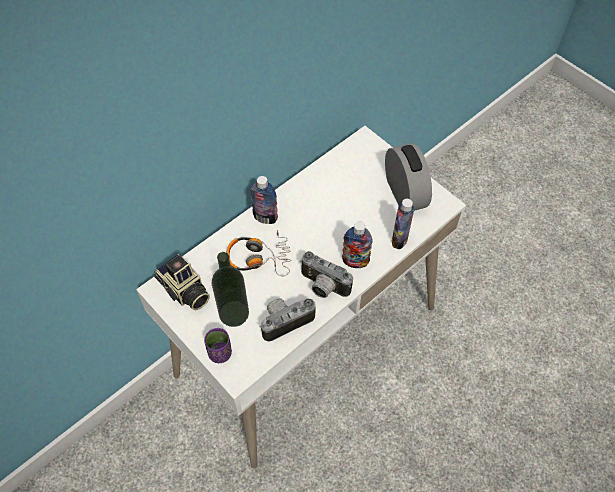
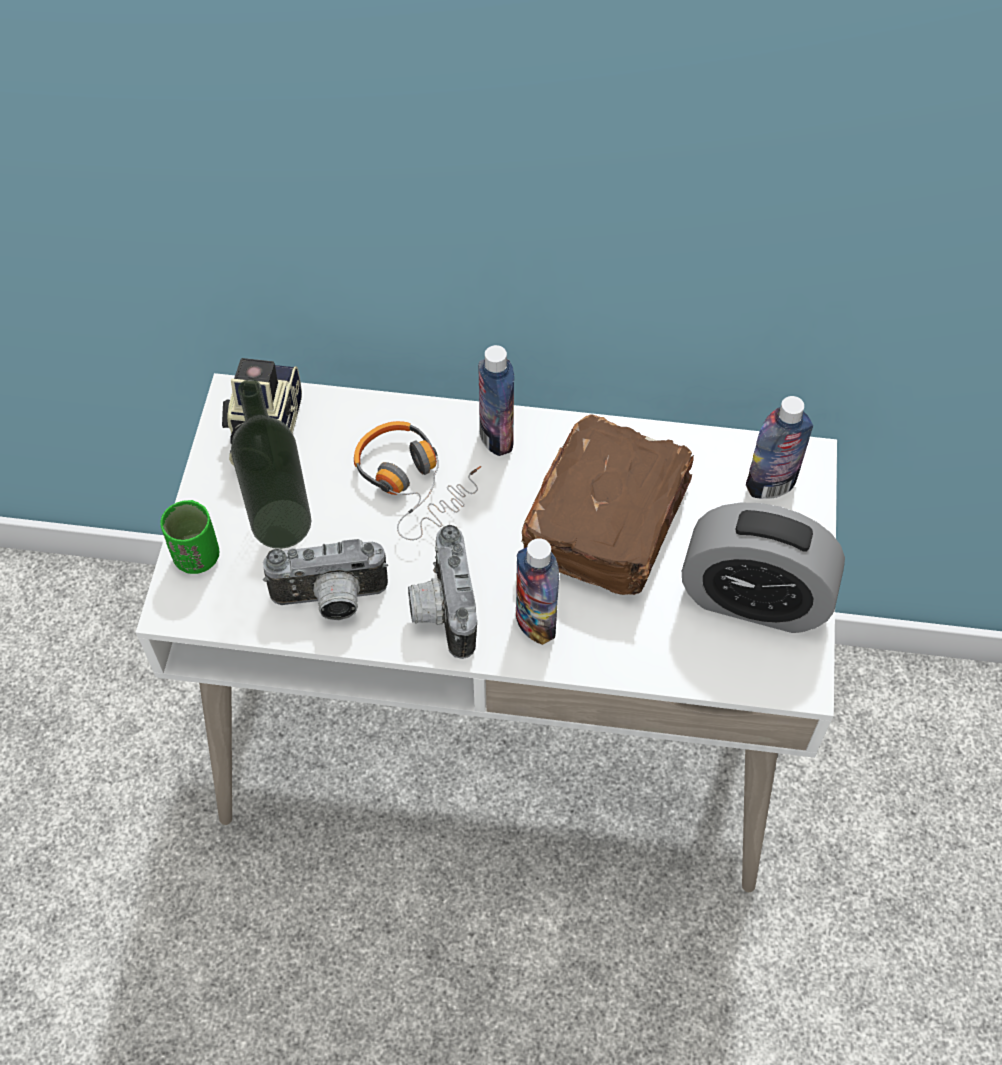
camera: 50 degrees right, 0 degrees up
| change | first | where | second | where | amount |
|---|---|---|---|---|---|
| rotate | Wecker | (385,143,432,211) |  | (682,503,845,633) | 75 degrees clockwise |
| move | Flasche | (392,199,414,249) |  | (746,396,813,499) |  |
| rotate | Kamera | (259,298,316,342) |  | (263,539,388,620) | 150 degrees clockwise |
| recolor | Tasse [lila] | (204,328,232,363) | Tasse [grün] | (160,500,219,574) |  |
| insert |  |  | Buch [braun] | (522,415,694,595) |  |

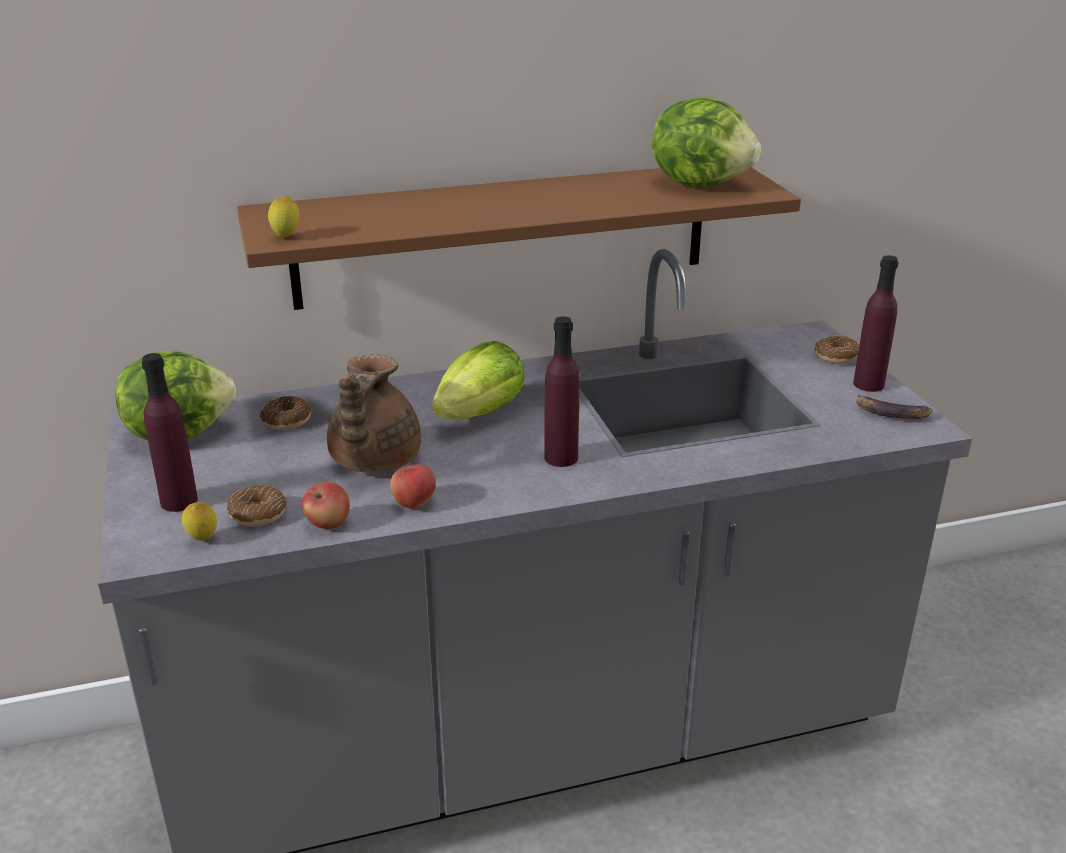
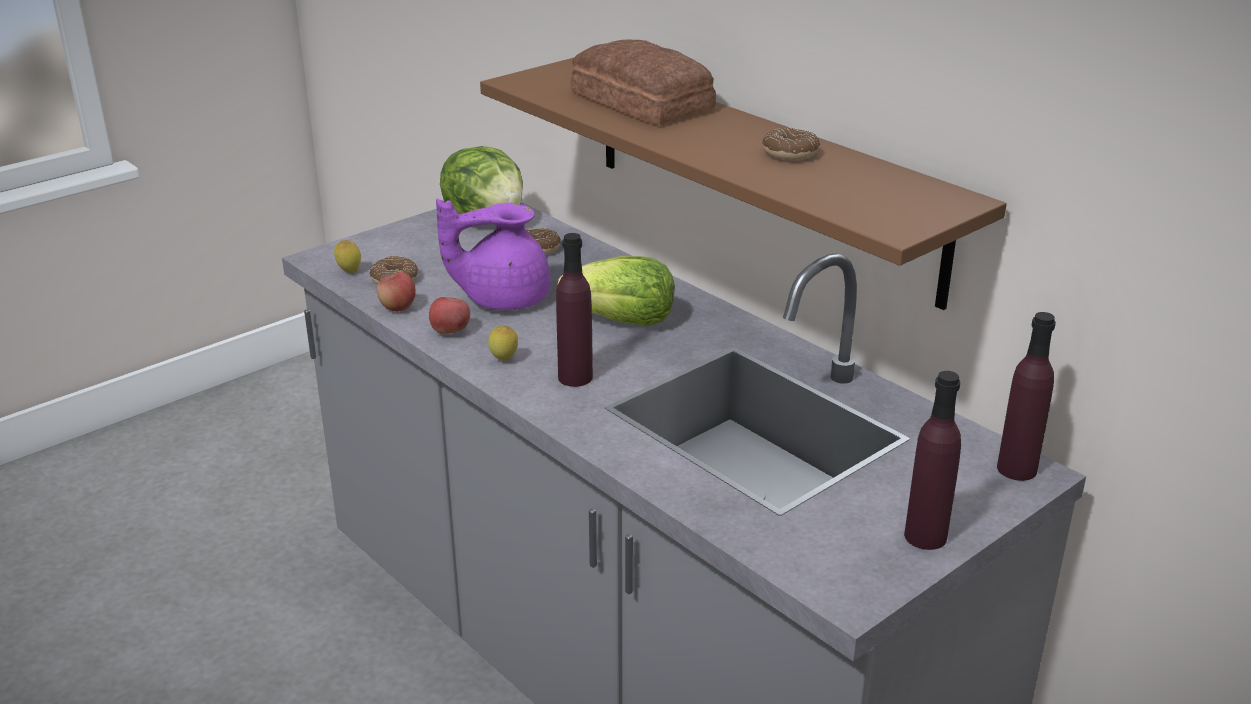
camera: 65 degrees right, 0 degrees up
| change | first | where | second | where | amount |
|---|---|---|---|---|---|
| delete | Salatkopf | (652,97,761,187) |  |  |  |
| move | Zitrone | (268,195,300,237) |  | (488,325,518,361) |  |
| move | Donut | (814,336,859,364) |  | (762,128,820,160) |  |
| move | Flasche [lila] | (142,353,198,512) |  | (997,312,1056,481) |  |
| recolor | Teekanne [braun] | (327,354,421,473) | Teekanne [lila] | (436,199,551,310) |  |
| delete | Banane | (856,394,932,419) |  |  |  |
| insert |  |  | Brot | (570,39,716,125) |  |

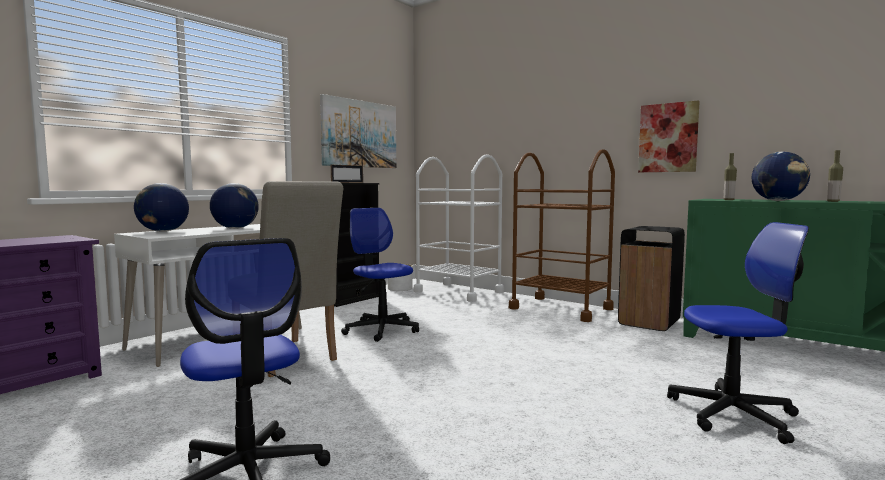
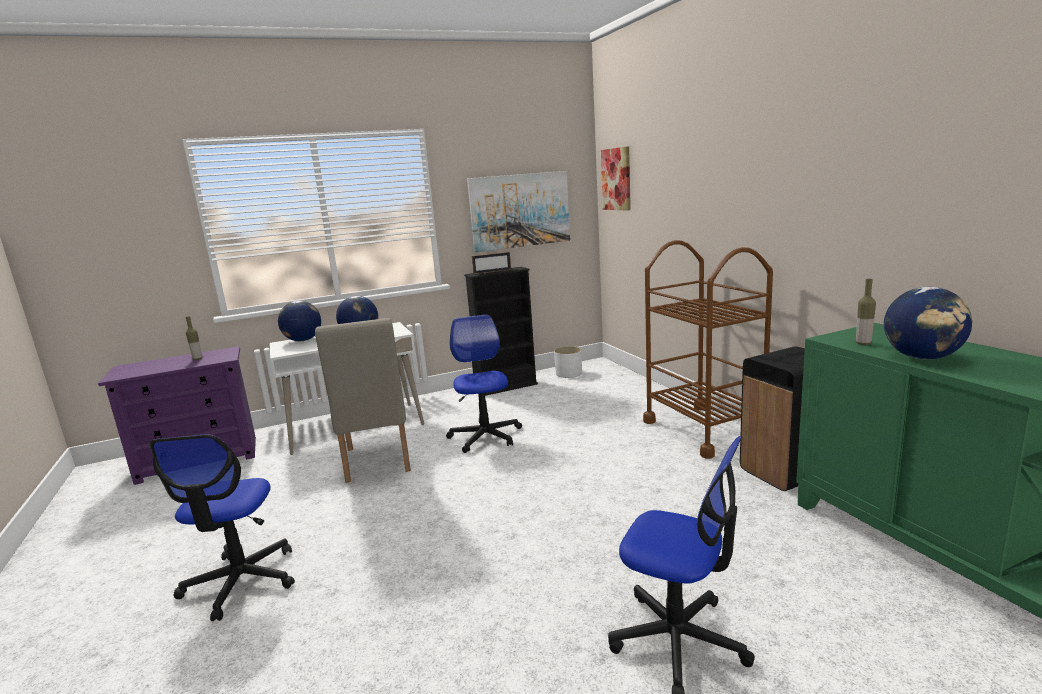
camera: 30 degrees right, 10 degrees up
| change | first | where | second | where | amount |
|---|---|---|---|---|---|
| move | Bild | (638,100,700,172) |  | (601,146,631,211) |  |
| move | Flasche | (827,150,843,202) |  | (186,316,203,360) |  |
| delete | Rollwagen [weiß] | (414,154,504,302) |  |  |  |

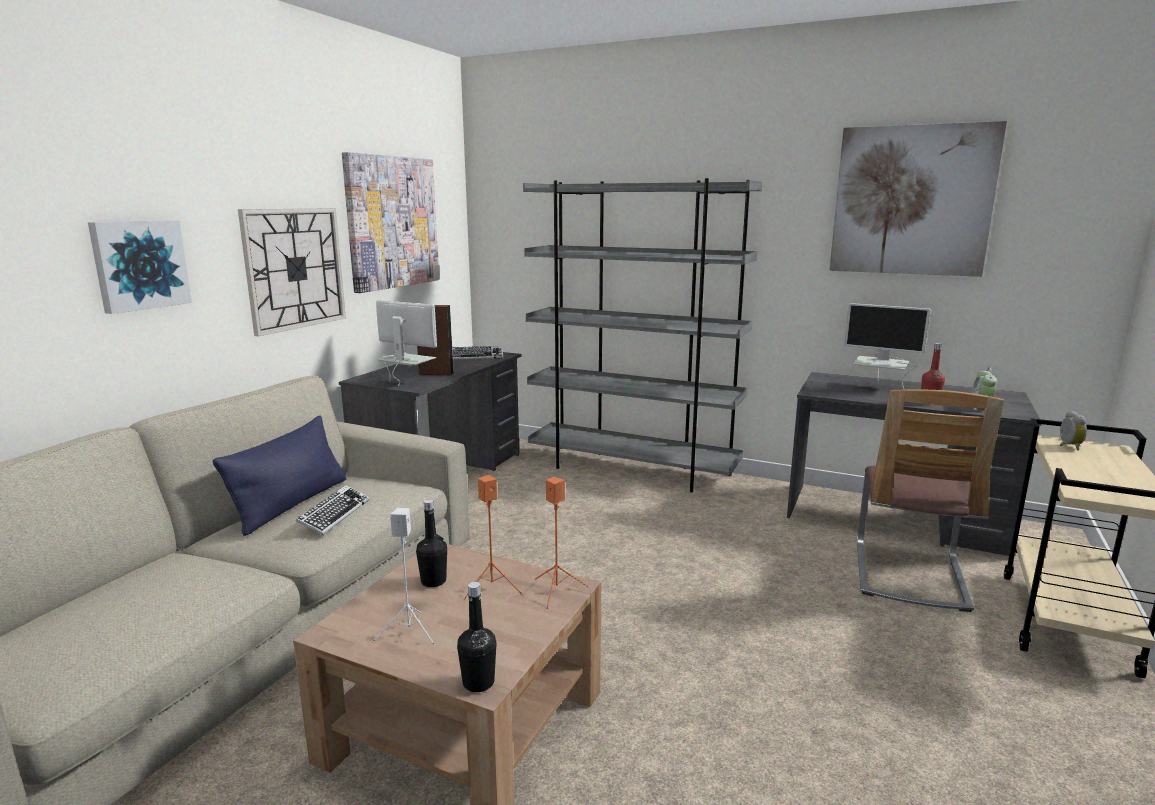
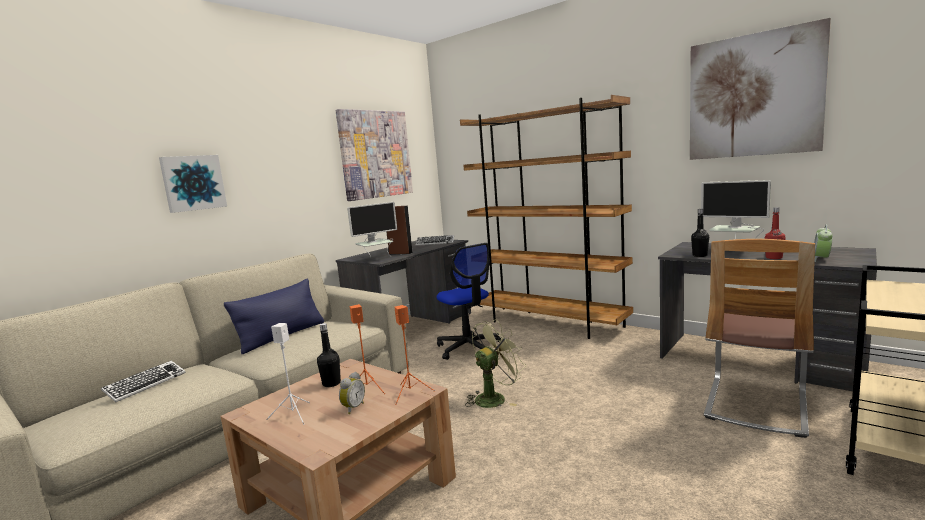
camera: 15 degrees right, 5 degrees down
| change | first | where | second | where | amount |
|---|---|---|---|---|---|
| recolor | Bücherregal [grau] | (523,178,762,492) | Bücherregal [braun] | (460,95,633,339) |  |
| delete | Wanduhr | (238,208,346,336) |  |  |  |
| rotate | Monitor | (376,300,437,386) |  | (347,202,397,257) | 105 degrees clockwise |
| move | Wecker | (1059,411,1087,451) |  | (339,372,365,414) |  |
| move | Tastatur | (296,485,370,535) |  | (101,361,186,402) |  |
| move | Flasche [schwarz] | (457,582,497,692) |  | (691,209,709,257) |  |
| insert |  |  | Bürostuhl | (437,243,502,360) |  |
| insert |  |  | Ventilator [grün] | (465,319,526,408) |  |

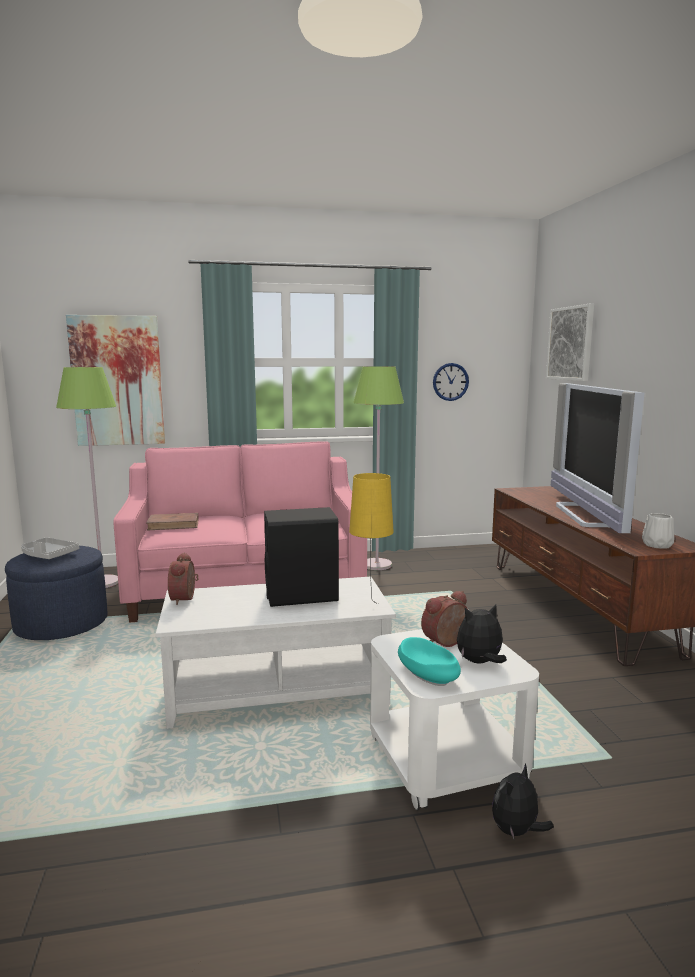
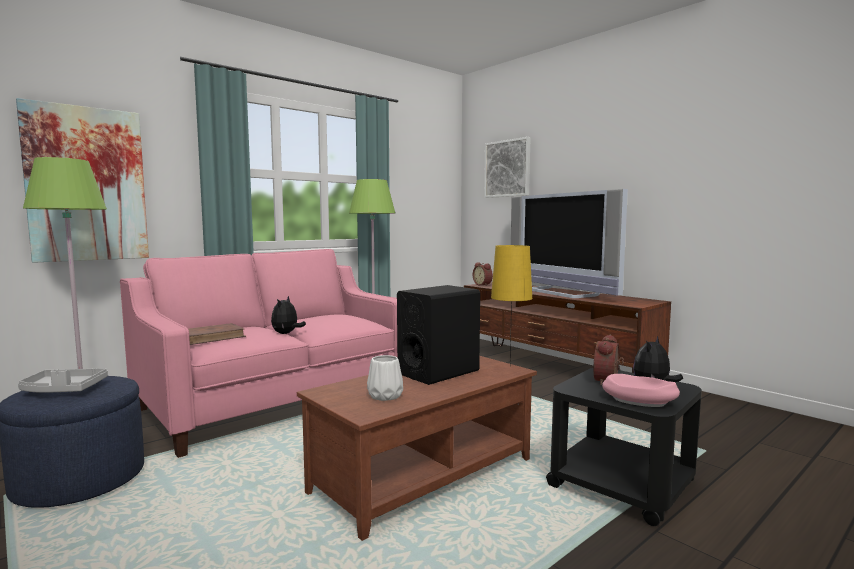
camera: 30 degrees left, 5 degrees down
| change | first | where | second | where | amount |
|---|---|---|---|---|---|
| delete | Wanduhr | (433,363,469,401) |  |  |  |
| move | Vase [weiß] | (642,513,674,549) |  | (367,355,403,401) |  |
| move | Wecker | (168,552,199,605) |  | (473,262,493,286) |  |
| recolor | Couchtisch [weiß] | (156,577,396,729) | Couchtisch [braun] | (297,356,537,541) |  |
| recolor | Beistelltisch [weiß] | (370,629,539,810) | Beistelltisch [schwarz] | (546,368,702,526) |  |
| recolor | Schüssel [türkis] | (398,637,461,686) | Schüssel [rosa] | (602,374,680,407) |  |
| move | Plüschtier | (492,763,554,841) |  | (271,296,306,334) |  |

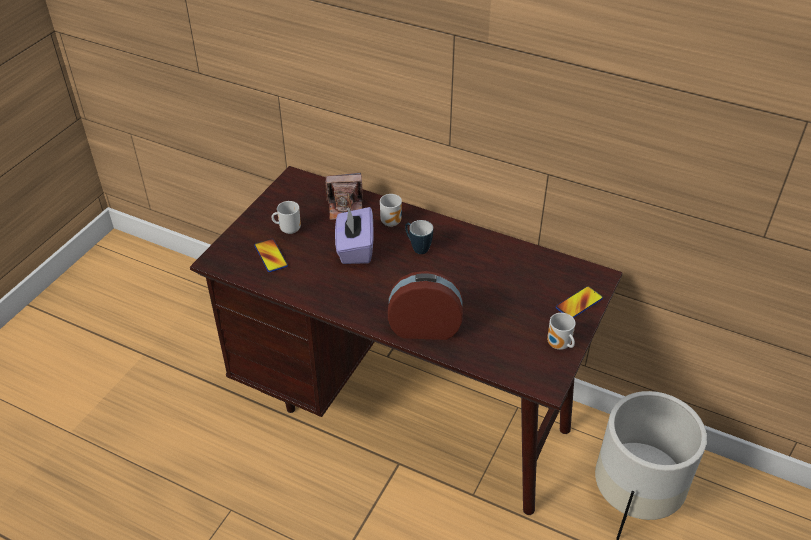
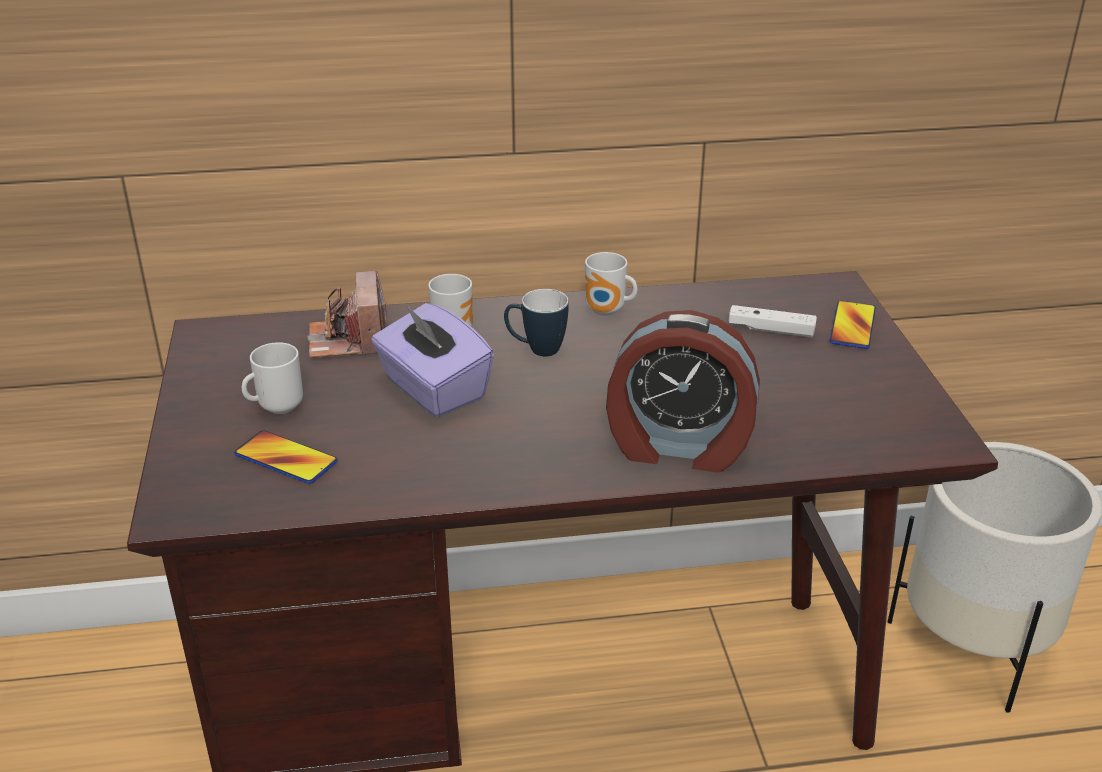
camera: 35 degrees left, 10 degrees down
| change | first | where | second | where | amount |
|---|---|---|---|---|---|
| rotate | Kamera | (325,173,363,220) |  | (307,270,388,358) | 120 degrees clockwise |
| rotate | Wecker | (388,271,463,340) |  | (606,310,760,473) | 135 degrees counterclockwise |
| move | Henkelbecher | (547,313,576,350) |  | (585,252,637,316) |  |
| insert |  |  | Gamepad [weiß] | (729,305,817,337) |  |

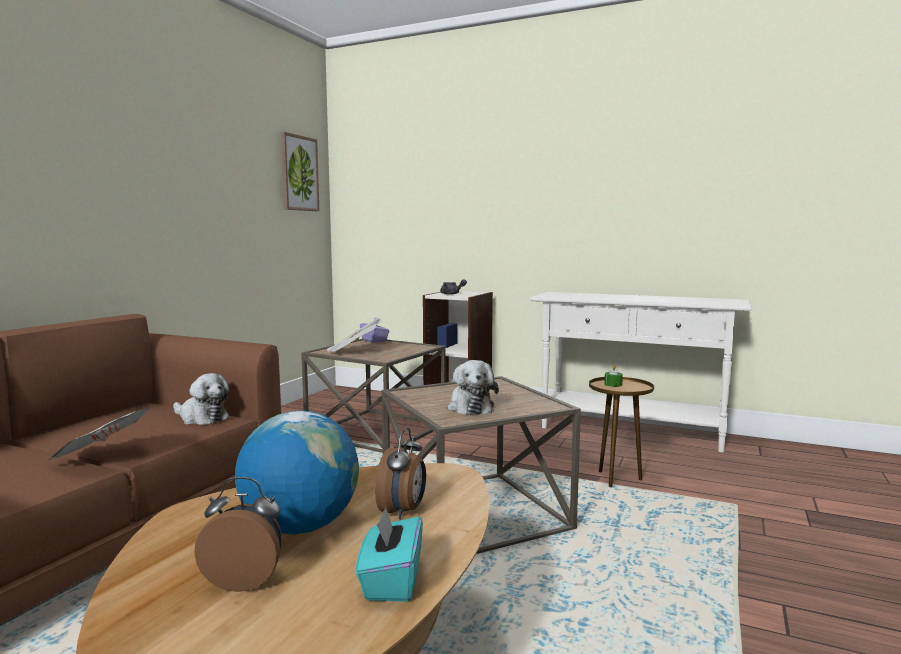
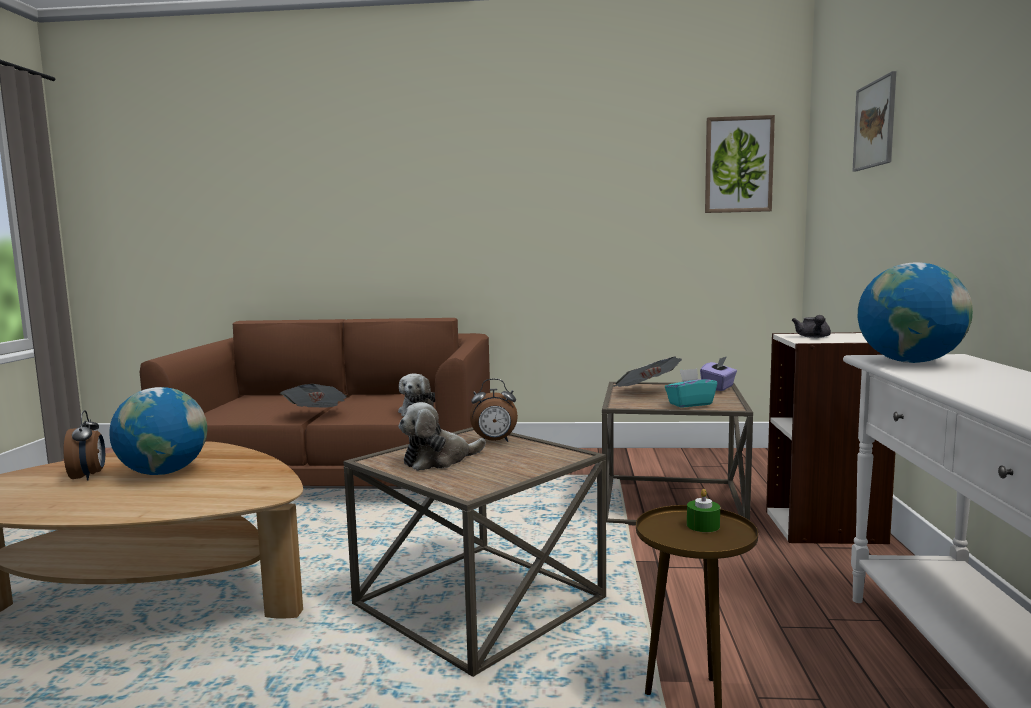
camera: 70 degrees right, 0 degrees up
| change | first | where | second | where | amount |
|---|---|---|---|---|---|
| move | Wecker | (375,427,426,519) |  | (470,378,518,442) |  |
| move | Taschentuchbox [türkis] | (356,507,423,602) |  | (665,368,717,407) |  |
| insert |  |  | Bild | (853,71,896,172) |  |
| insert |  |  | Globus | (858,262,973,363) |  |

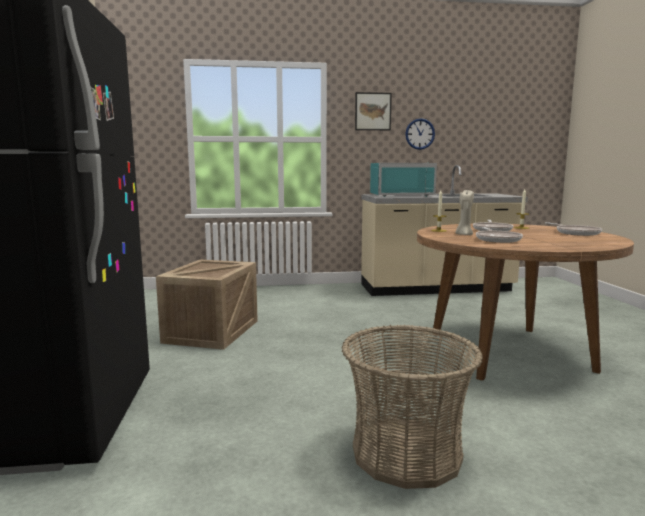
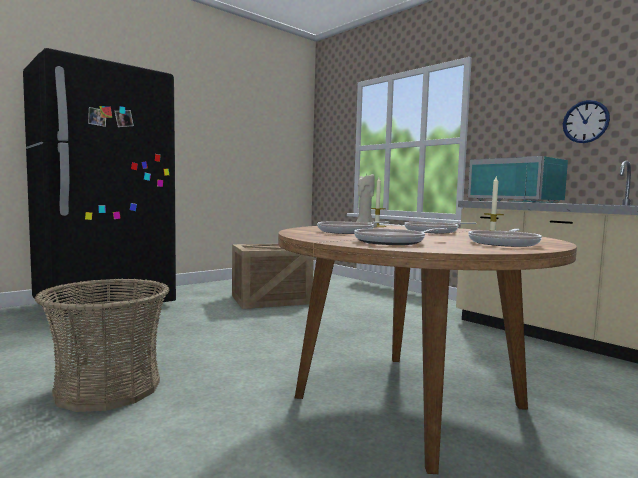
camera: 55 degrees right, 5 degrees down
| change | first | where | second | where | amount |
|---|---|---|---|---|---|
| delete | Bild | (355,92,392,130) |  |  |  |
| insert |  |  | Pfanne | (354,228,447,245) |  |

